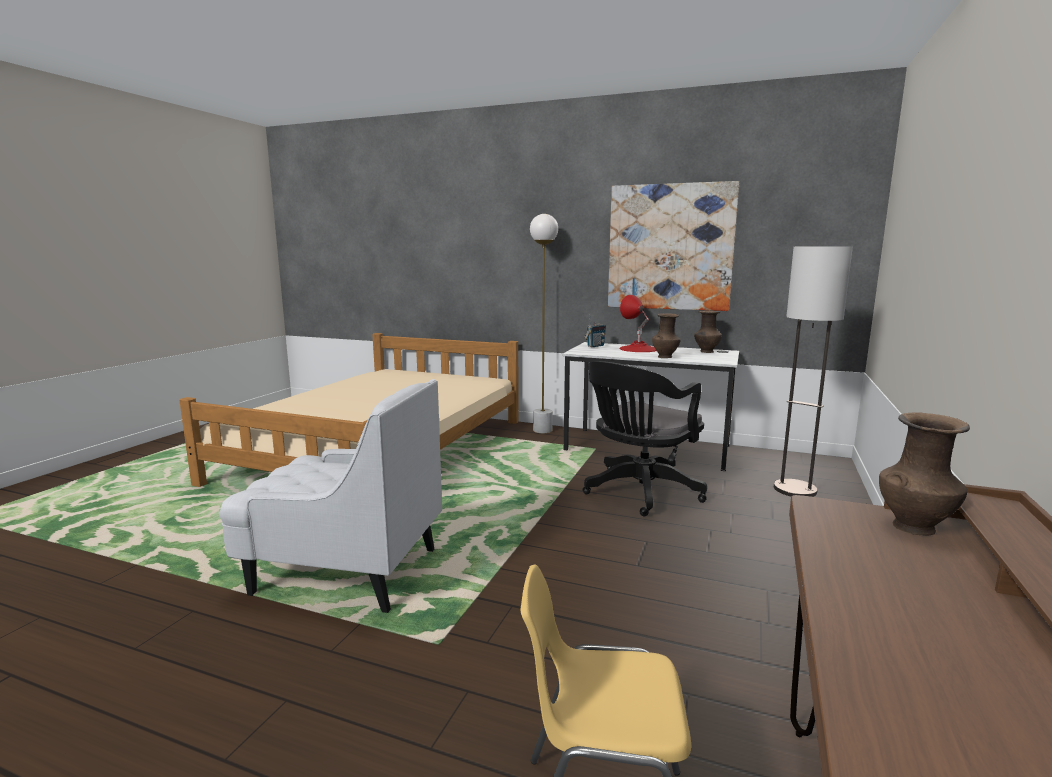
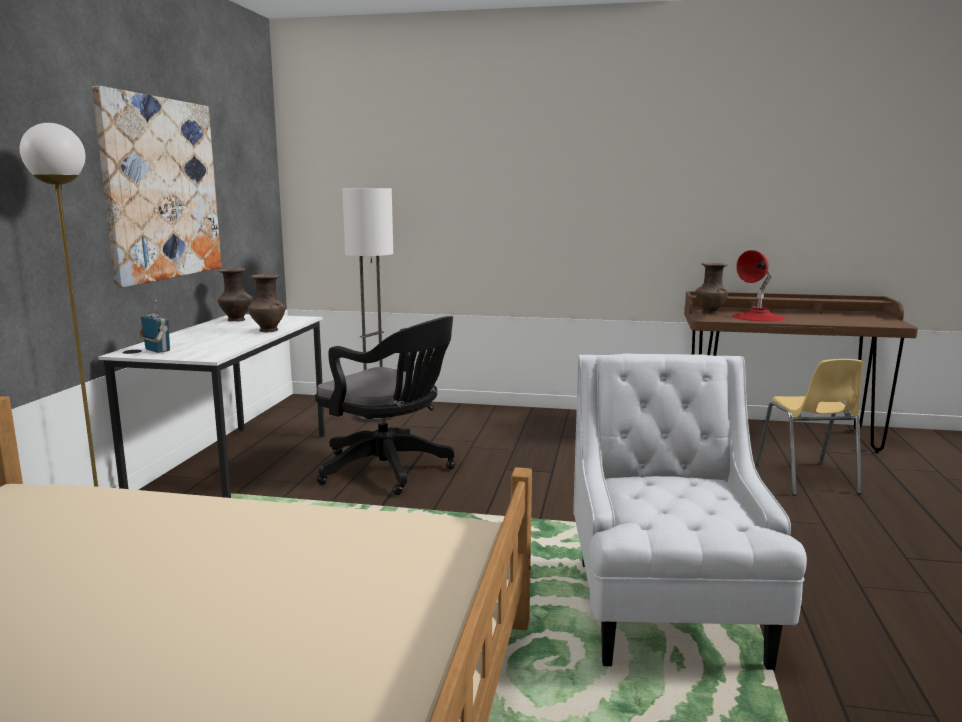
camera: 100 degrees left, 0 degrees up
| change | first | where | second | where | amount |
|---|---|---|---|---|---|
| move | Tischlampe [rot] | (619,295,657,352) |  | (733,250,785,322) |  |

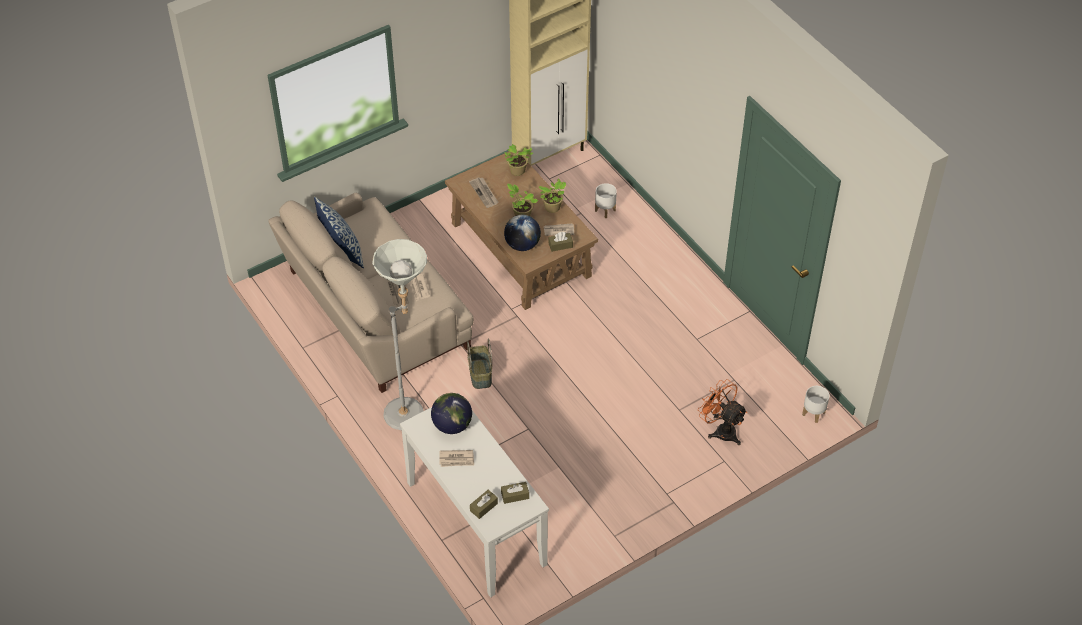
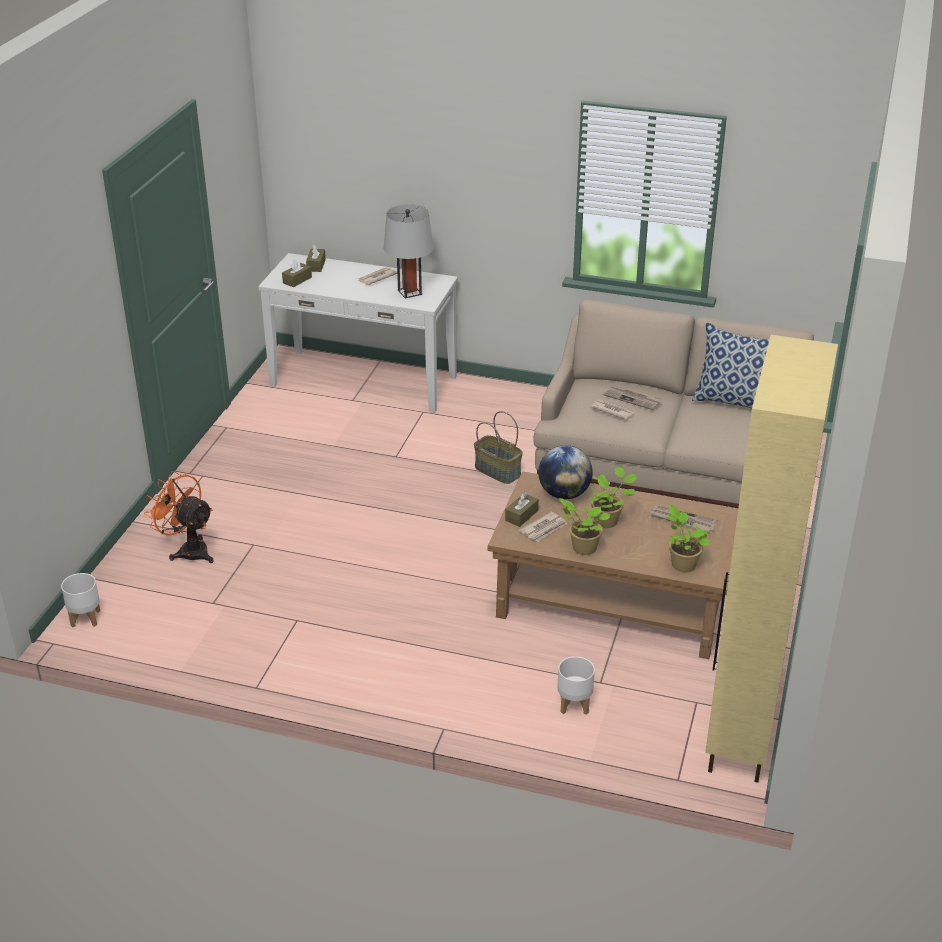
camera: 140 degrees right, 15 degrees down
| change | first | where | second | where | amount |
|---|---|---|---|---|---|
| delete | Stehlampe [grau] | (372,239,427,430) |  |  |  |
| rotate | Ventilator [orange] | (698,379,747,445) |  | (144,471,214,563) | 150 degrees counterclockwise |
| replace | Globus | (431,393,472,434) | Tischlampe [grau] | (384,204,434,298) |  |

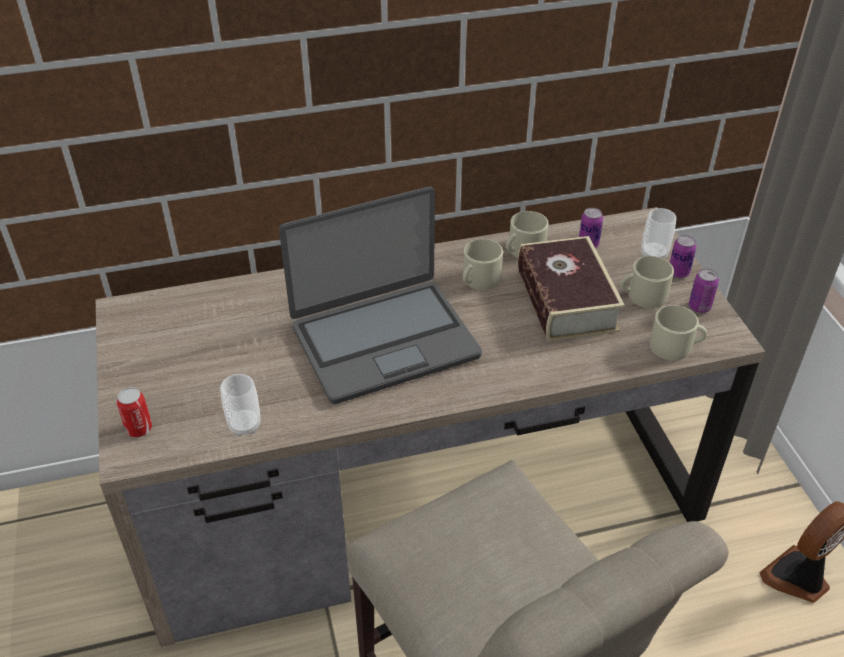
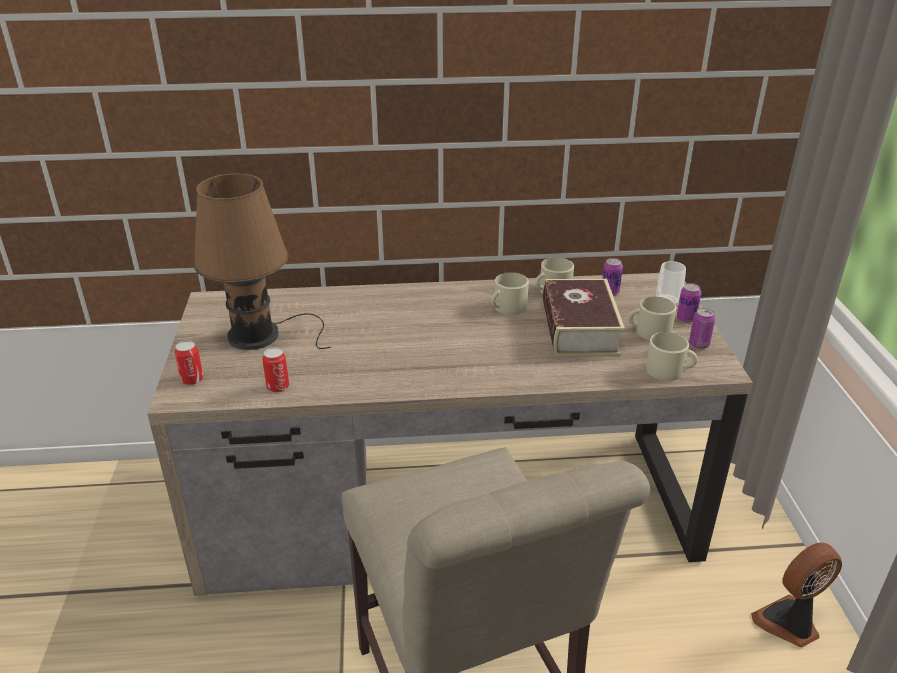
camera: 10 degrees right, 10 degrees down
| change | first | where | second | where | amount |
|---|---|---|---|---|---|
| delete | Laptop | (279,187,482,404) |  |  |  |
| replace | Tasse | (220,374,260,436) | Dose | (262,347,289,392) |  |
| insert |  |  | Tischlampe [braun] | (193,173,331,350) |  |

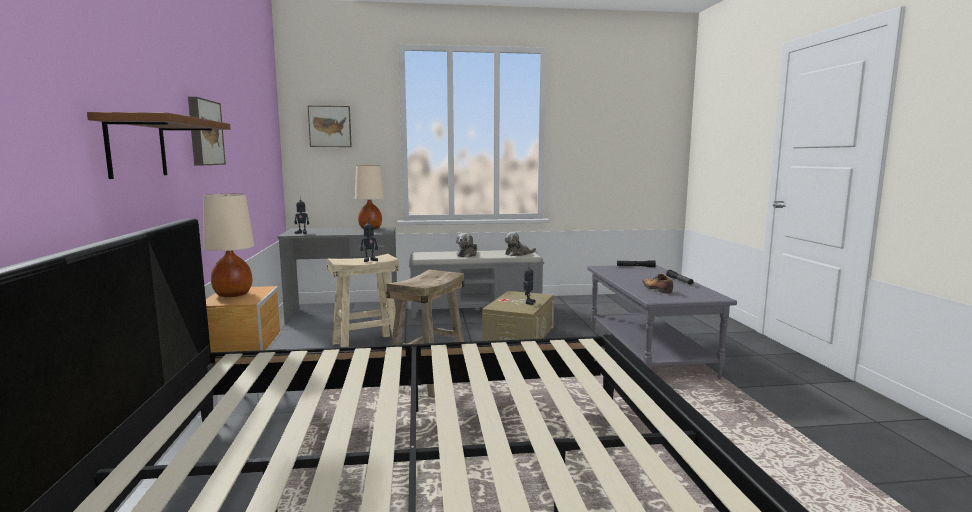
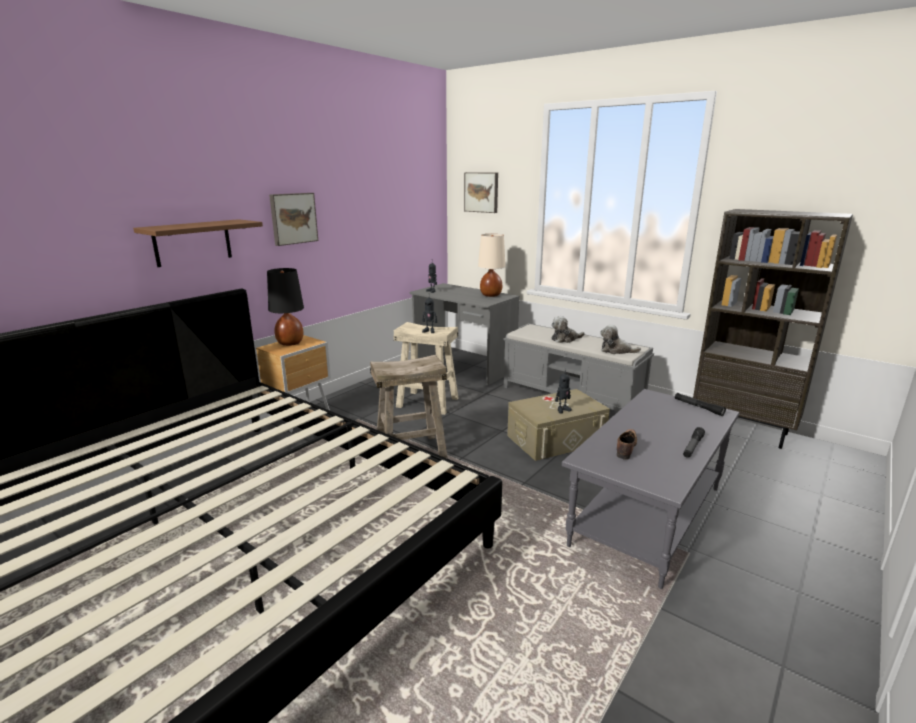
camera: 45 degrees right, 10 degrees up
| change | first | where | second | where | amount |
|---|---|---|---|---|---|
| recolor | Tischlampe [beige] | (203,194,254,297) | Tischlampe [schwarz] | (267,268,304,346) |  |
| insert |  |  | Bücherregal [braun] | (693,209,853,449) |  |

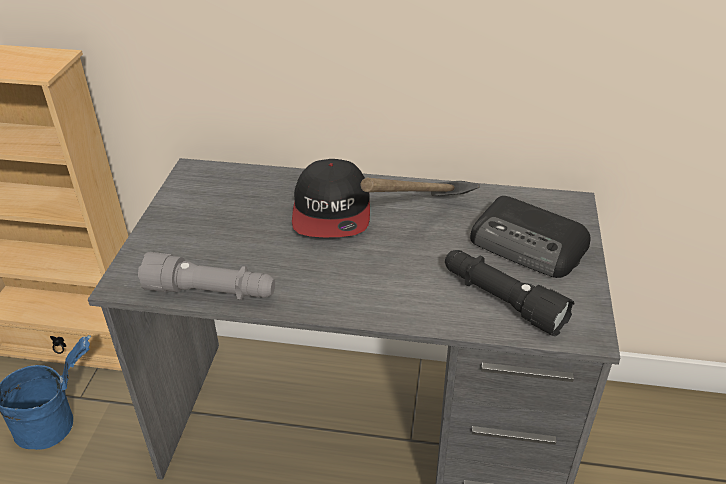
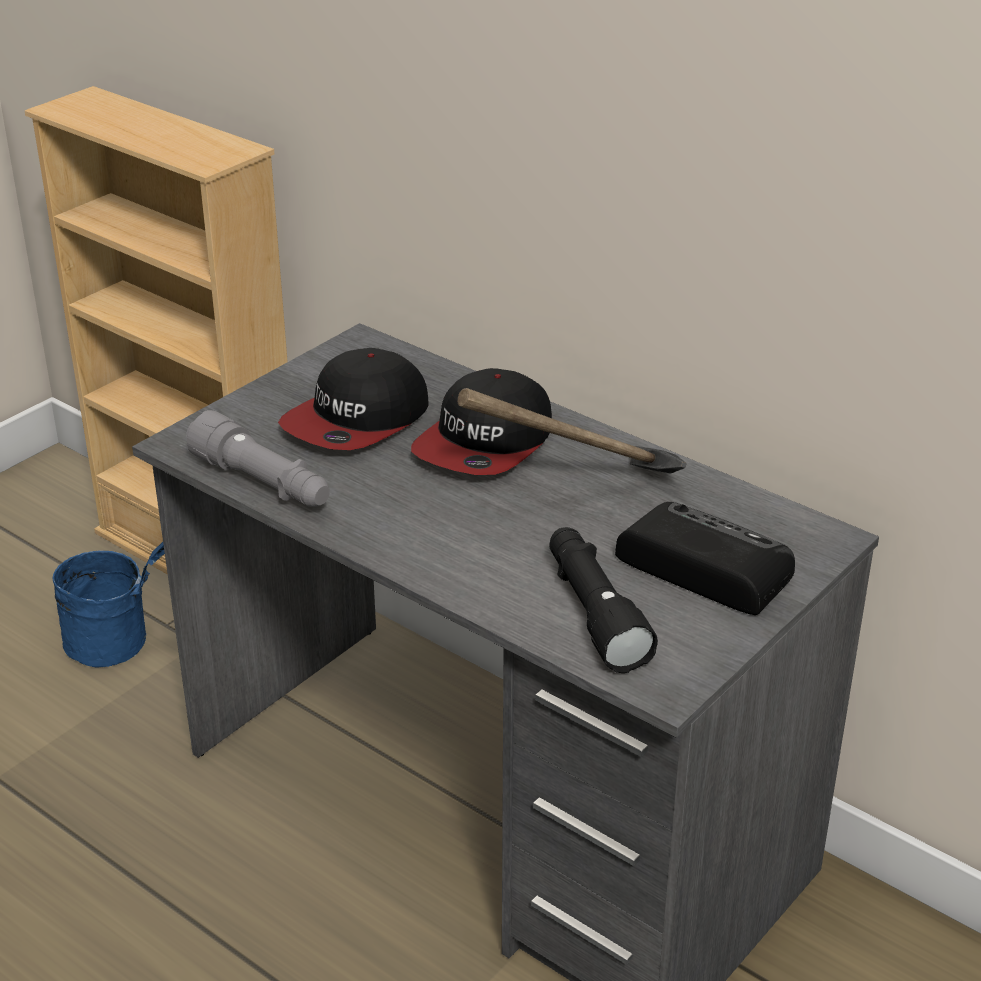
camera: 30 degrees right, 5 degrees down
| change | first | where | second | where | amount |
|---|---|---|---|---|---|
| rotate | Radio | (470,196,591,278) |  | (615,502,795,615) | 150 degrees clockwise |
| insert |  |  | Kappe | (278,348,429,450) |  |

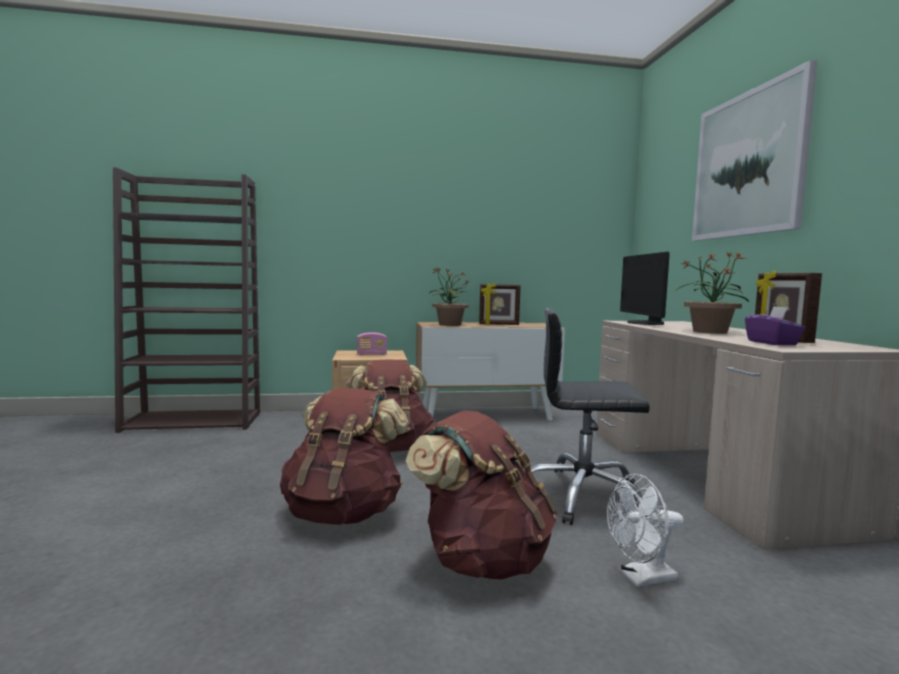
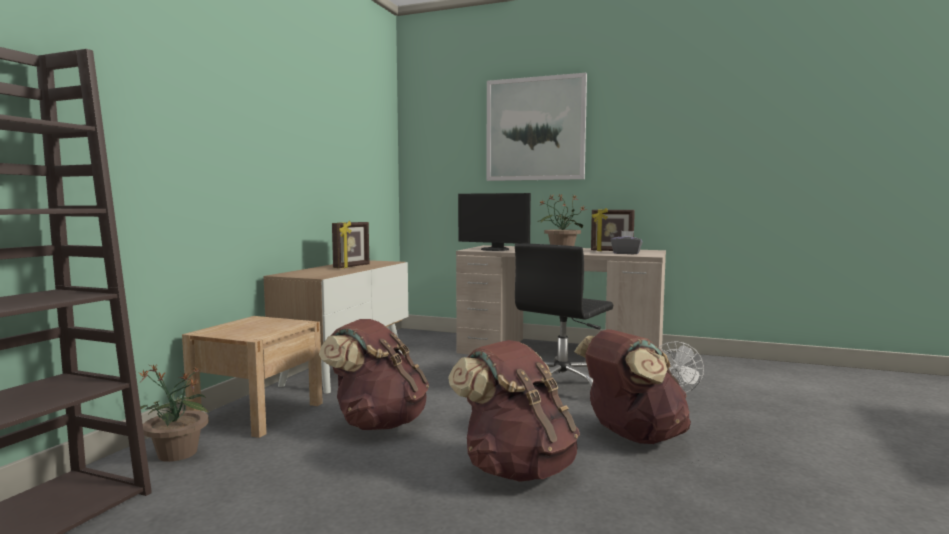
camera: 60 degrees left, 0 degrees up
| change | first | where | second | where | amount |
|---|---|---|---|---|---|
| move | Topfpflanze | (430,267,470,326) |  | (139,364,209,462) |  |
| recolor | Taschentuchbox [lila] | (745,306,805,345) | Taschentuchbox [grau] | (611,231,642,254) |  |
| delete | Radio | (357,332,387,355) |  |  |  |

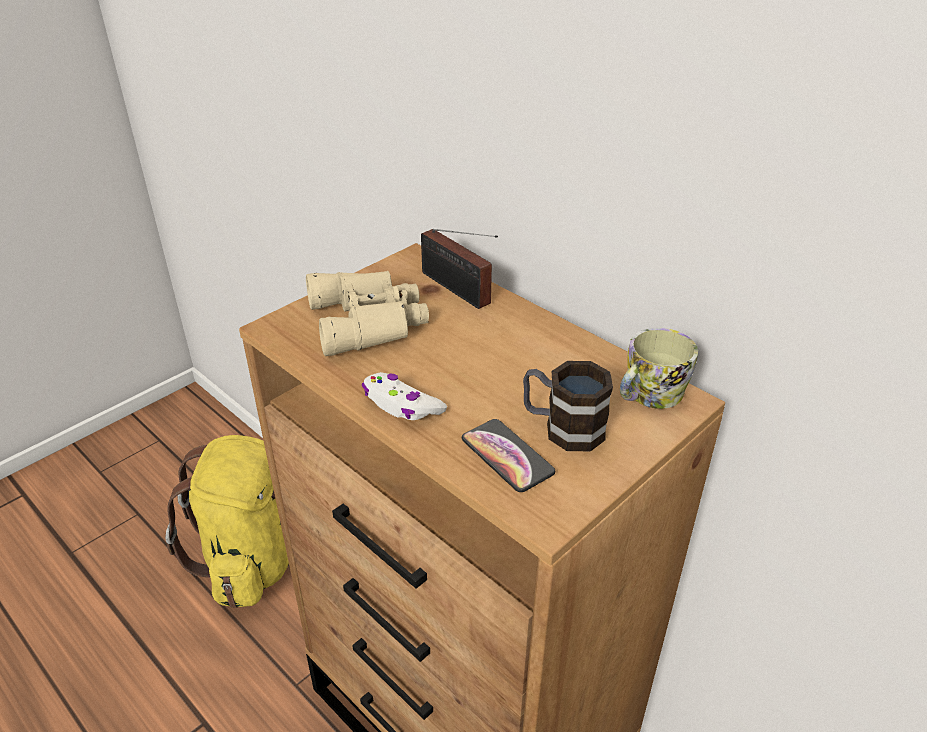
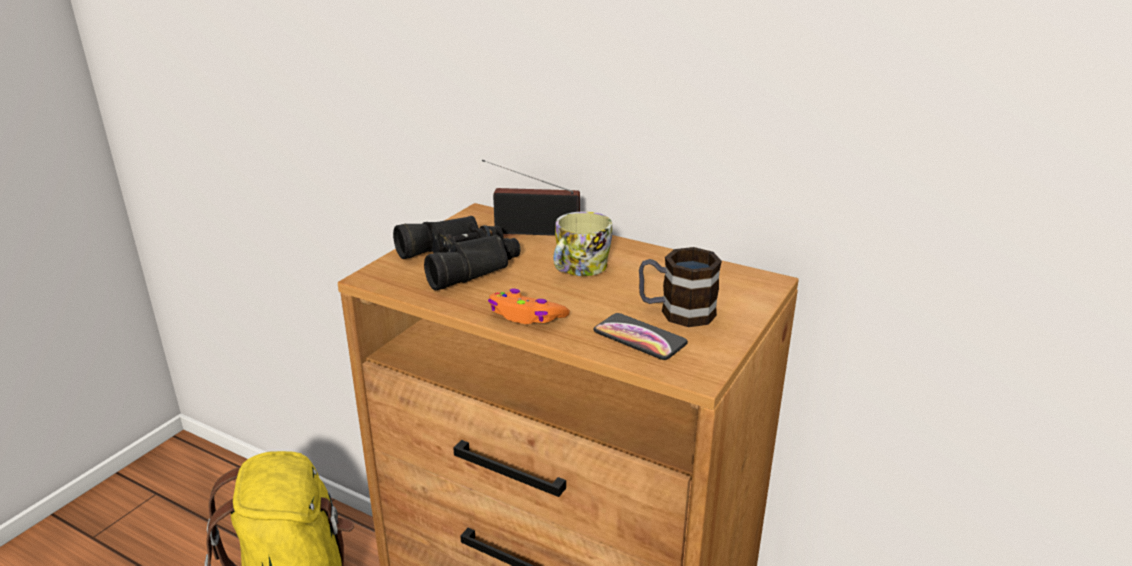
camera: 15 degrees left, 10 degrees down
| change | first | where | second | where | amount |
|---|---|---|---|---|---|
| rotate | Radio | (421,229,498,309) |  | (482,159,580,236) | 150 degrees clockwise |
| recolor | Fernglas [beige] | (306,271,429,356) | Fernglas [schwarz] | (393,216,520,290) |  |
| move | Henkelbecher | (620,328,698,409) |  | (553,211,612,276) |  |
| recolor | Gamepad [weiß] | (362,372,447,420) | Gamepad [orange] | (488,289,570,324) |  |

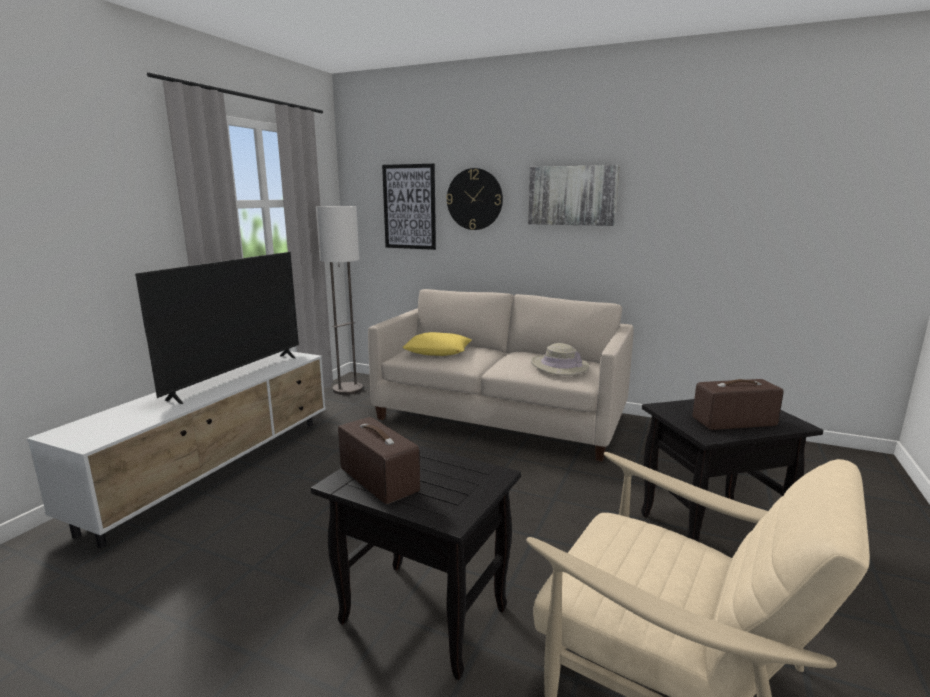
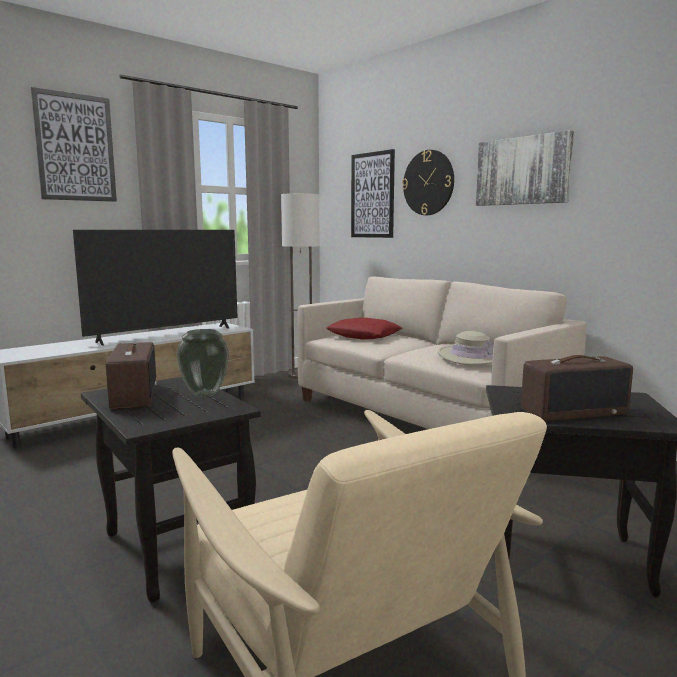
camera: 25 degrees right, 5 degrees down
| change | first | where | second | where | amount |
|---|---|---|---|---|---|
| recolor | Kissen [gelb] | (402,332,472,356) | Kissen [rot] | (326,317,403,339) |  |
| rotate | Radio | (693,379,784,430) |  | (521,355,633,421) | 150 degrees clockwise |
| insert |  |  | Bild | (31,87,117,202) |  |
| insert |  |  | Vase | (176,329,229,397) |  |

